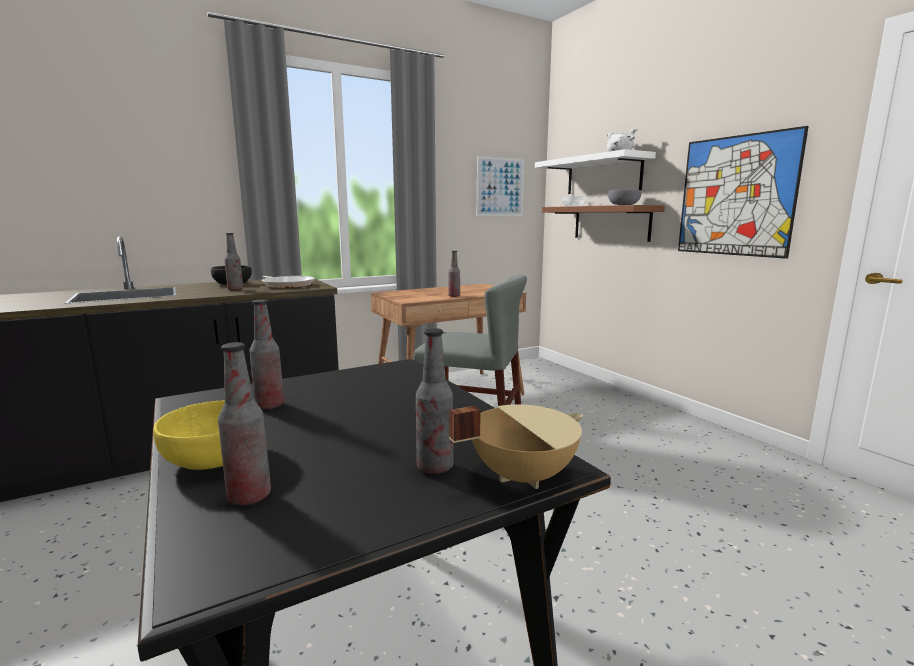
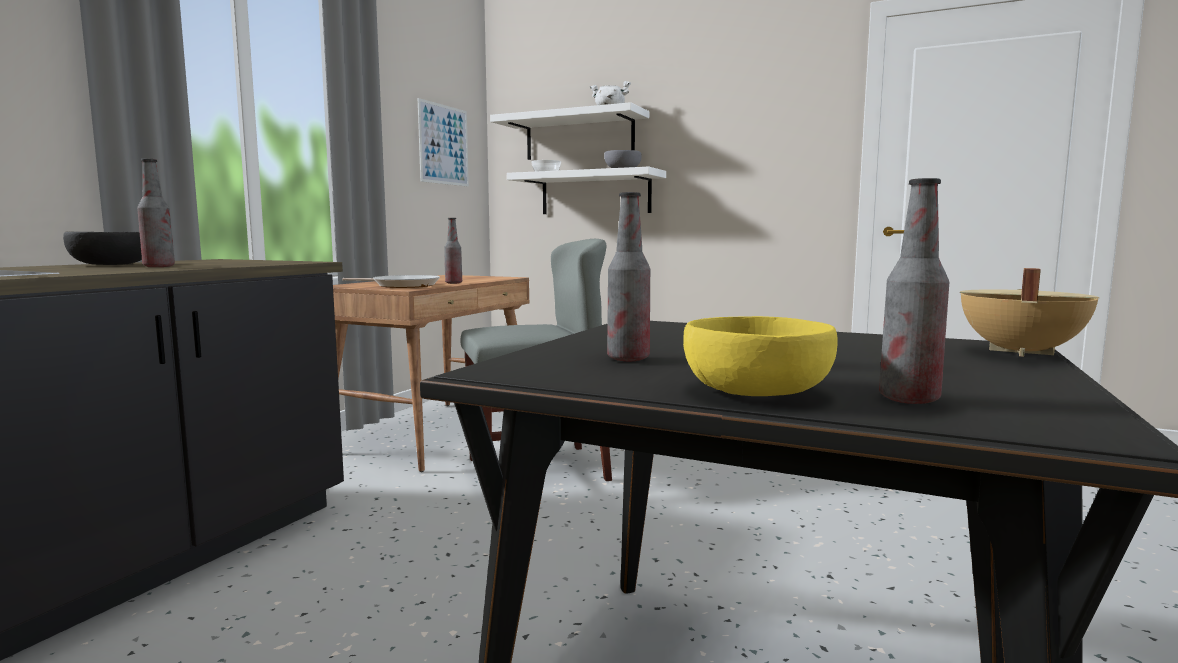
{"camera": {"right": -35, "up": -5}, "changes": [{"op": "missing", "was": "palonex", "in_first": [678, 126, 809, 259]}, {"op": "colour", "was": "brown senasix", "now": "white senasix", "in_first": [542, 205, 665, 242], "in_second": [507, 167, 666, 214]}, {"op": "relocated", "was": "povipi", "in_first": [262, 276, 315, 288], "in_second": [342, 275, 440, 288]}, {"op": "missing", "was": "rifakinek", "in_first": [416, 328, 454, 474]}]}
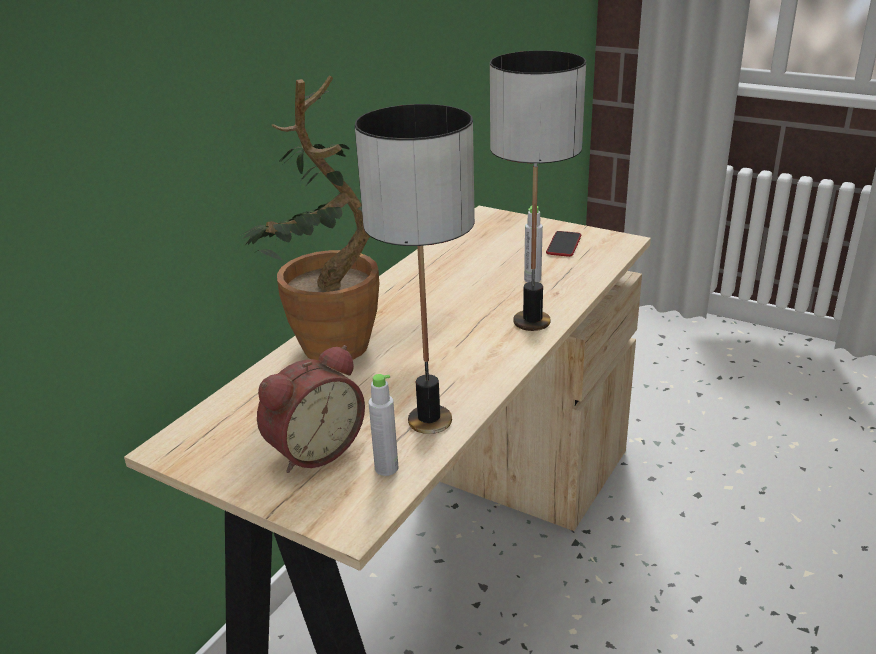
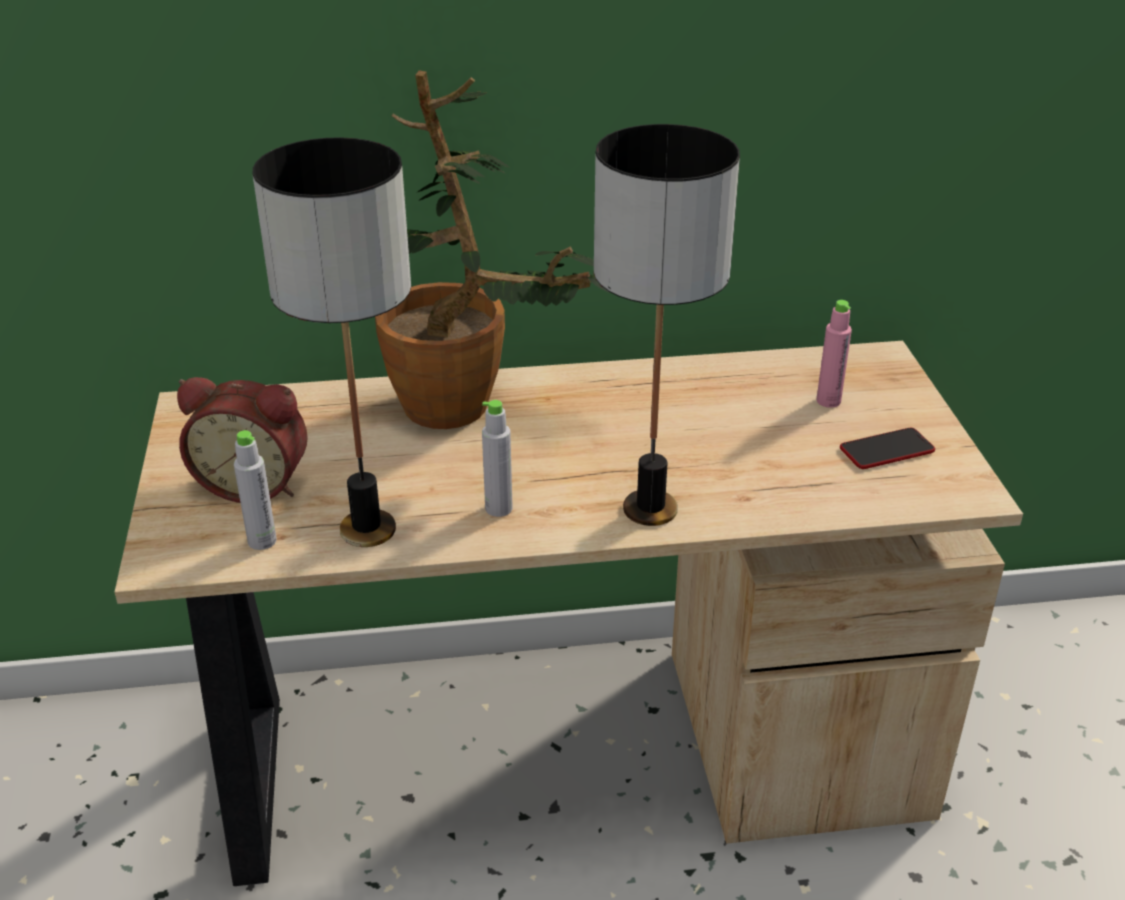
{"camera": {"right": 50, "up": 5}, "changes": [{"op": "relocated", "was": "grey rifakinek", "in_first": [524, 206, 543, 282], "in_second": [482, 400, 513, 517]}, {"op": "appeared", "now": "pink rifakinek", "in_second": [816, 300, 852, 408]}]}
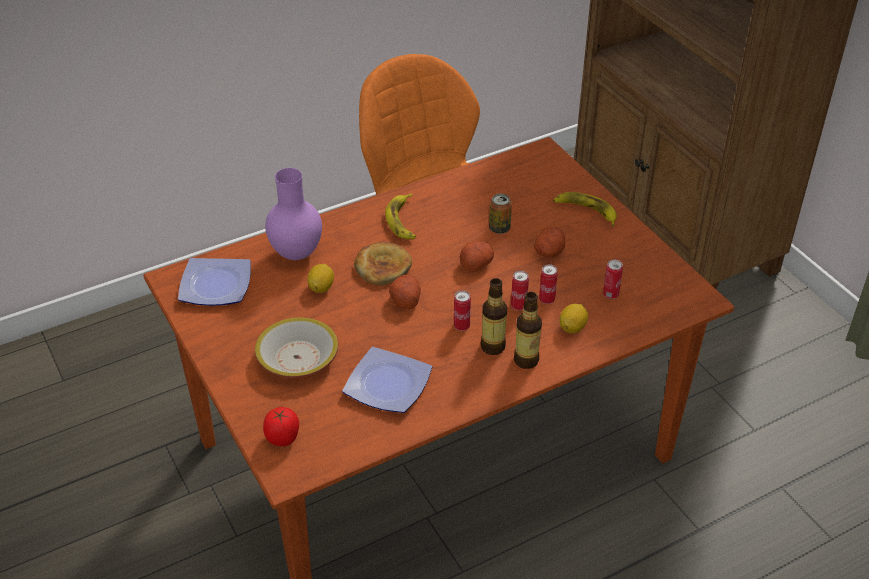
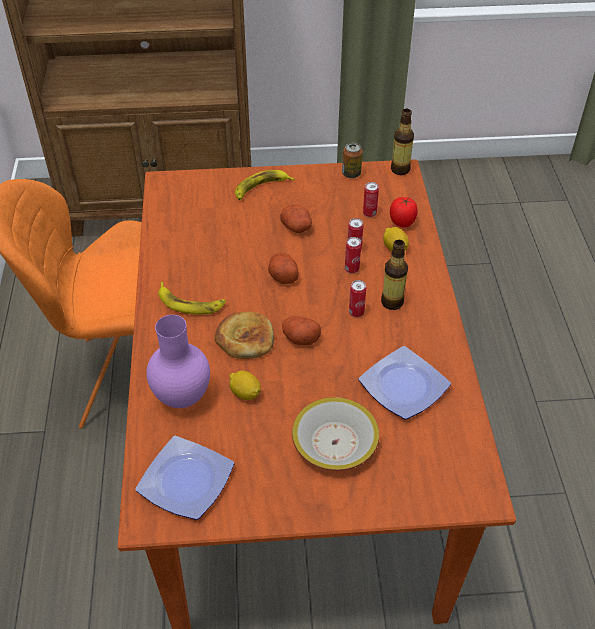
{"camera": {"right": -65, "up": 5}, "changes": [{"op": "relocated", "was": "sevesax", "in_first": [489, 194, 512, 234], "in_second": [342, 142, 363, 178]}, {"op": "relocated", "was": "rifakinek", "in_first": [514, 292, 542, 369], "in_second": [391, 109, 414, 175]}, {"op": "relocated", "was": "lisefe", "in_first": [263, 407, 299, 446], "in_second": [390, 197, 418, 228]}]}
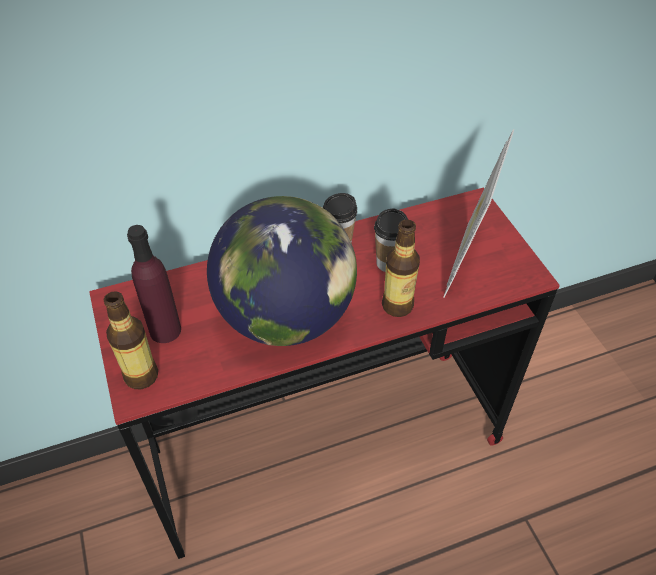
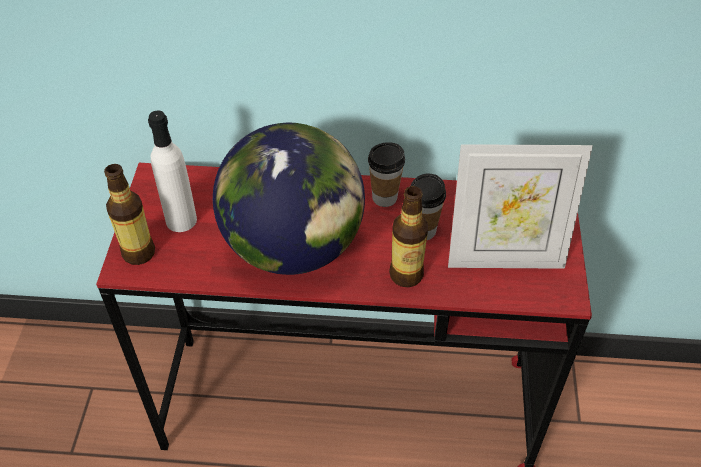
{"camera": {"right": 25, "up": 0}, "changes": [{"op": "spun", "was": "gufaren", "in_first": [443, 129, 514, 298], "in_second": [448, 144, 593, 269], "clockwise": -135}, {"op": "colour", "was": "purple rifakinek", "now": "white rifakinek", "in_first": [127, 225, 181, 343], "in_second": [148, 110, 197, 232]}]}
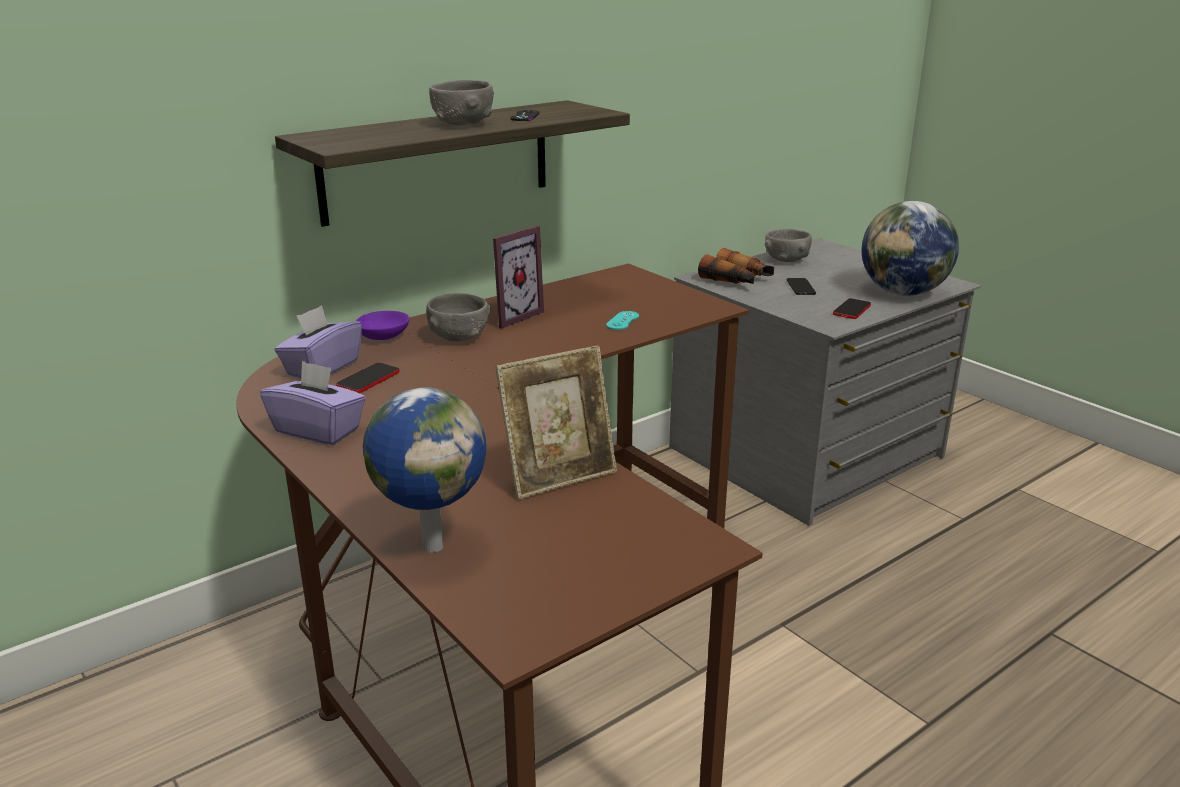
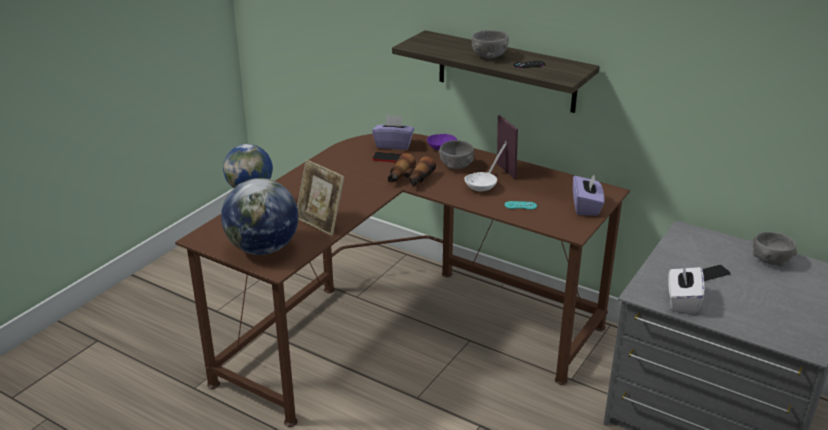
{"camera": {"right": 70, "up": 5}, "changes": [{"op": "relocated", "was": "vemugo", "in_first": [861, 201, 959, 296], "in_second": [221, 178, 298, 255]}, {"op": "spun", "was": "gufaren", "in_first": [493, 225, 544, 328], "in_second": [488, 115, 518, 179], "clockwise": -135}, {"op": "relocated", "was": "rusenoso", "in_first": [698, 248, 774, 284], "in_second": [388, 153, 436, 187]}, {"op": "exchanged", "was": "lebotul", "now": "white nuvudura", "in_first": [833, 298, 871, 319], "in_second": [668, 265, 705, 314]}, {"op": "relocated", "was": "purple nuvudura", "in_first": [260, 361, 366, 445], "in_second": [573, 174, 605, 216]}, {"op": "appeared", "now": "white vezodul", "in_second": [464, 172, 497, 191]}]}
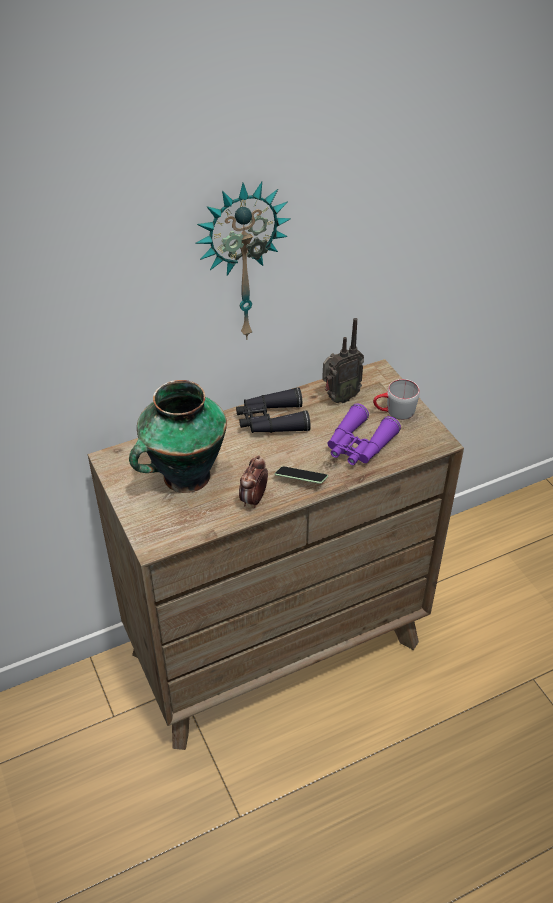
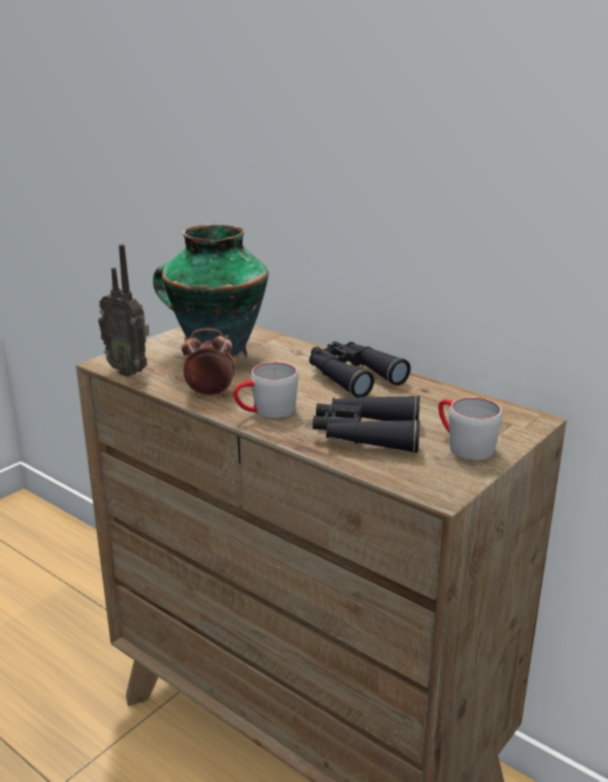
{"camera": {"right": 65, "up": -20}, "changes": [{"op": "missing", "was": "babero", "in_first": [195, 182, 291, 340]}, {"op": "relocated", "was": "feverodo", "in_first": [322, 318, 364, 403], "in_second": [98, 244, 149, 377]}, {"op": "colour", "was": "purple rusenoso", "now": "black rusenoso", "in_first": [327, 403, 401, 465], "in_second": [313, 395, 420, 453]}, {"op": "exchanged", "was": "lebotul", "now": "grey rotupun", "in_first": [274, 466, 328, 484], "in_second": [233, 362, 298, 419]}]}
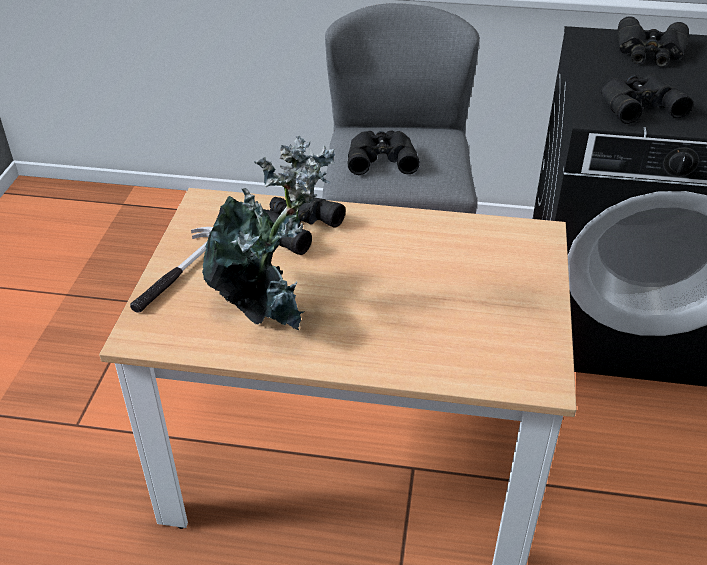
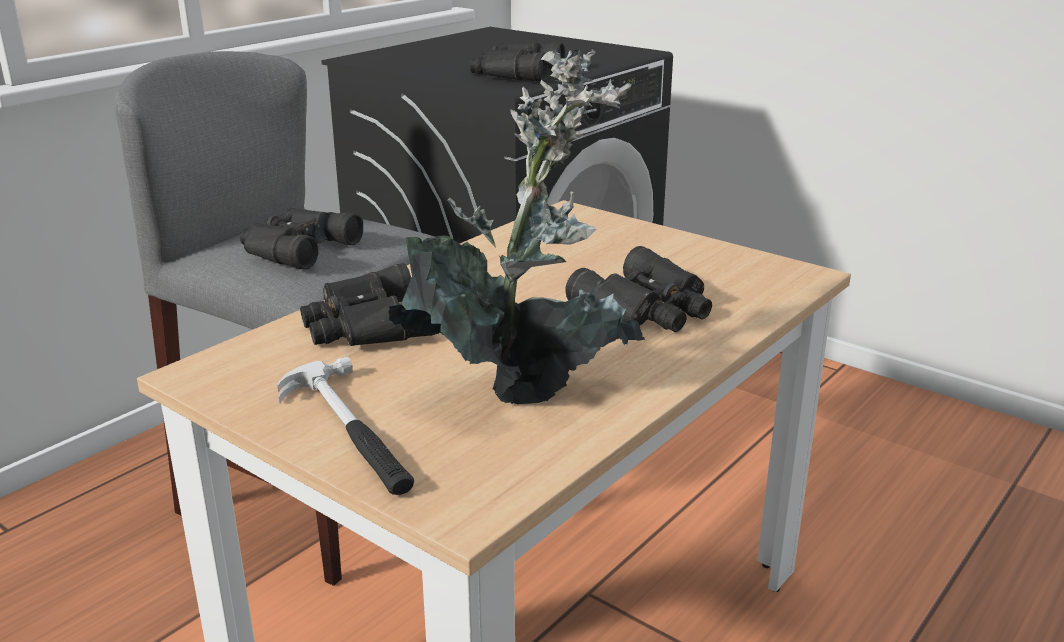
{"camera": {"right": -60, "up": -15}, "changes": [{"op": "relocated", "was": "black rusenoso", "in_first": [618, 16, 689, 67], "in_second": [566, 246, 712, 332]}]}
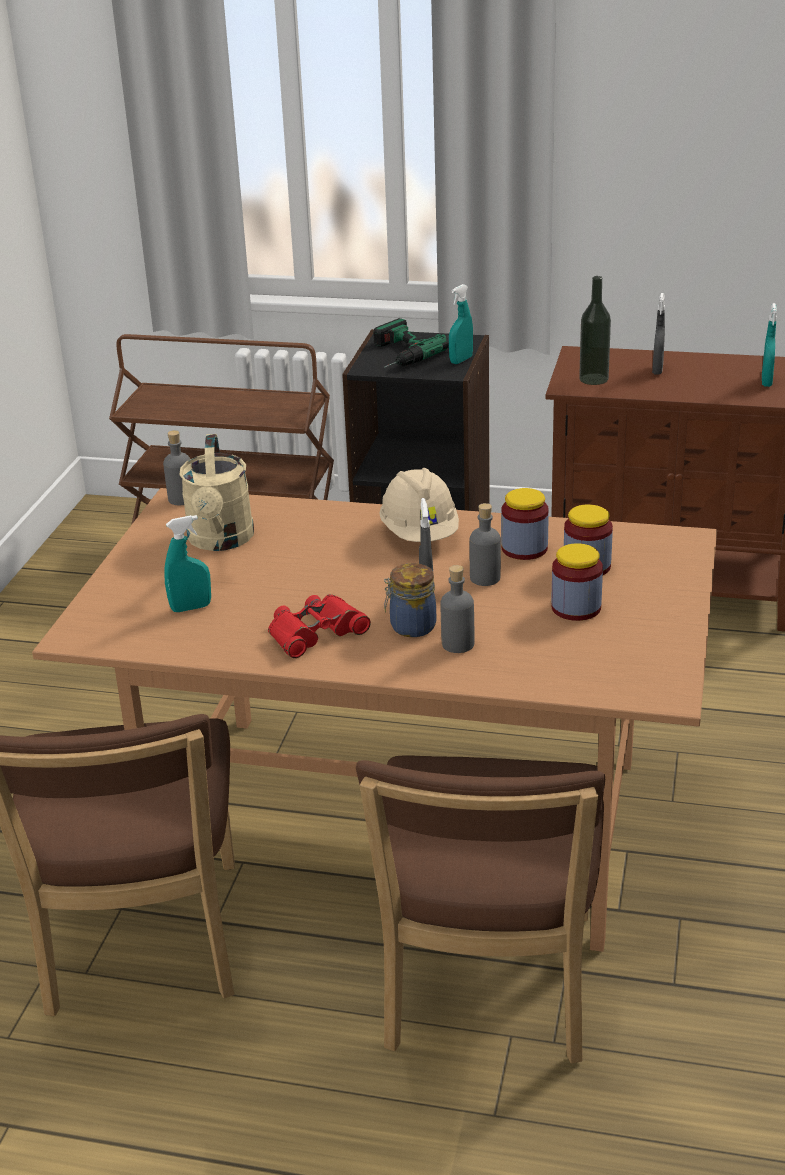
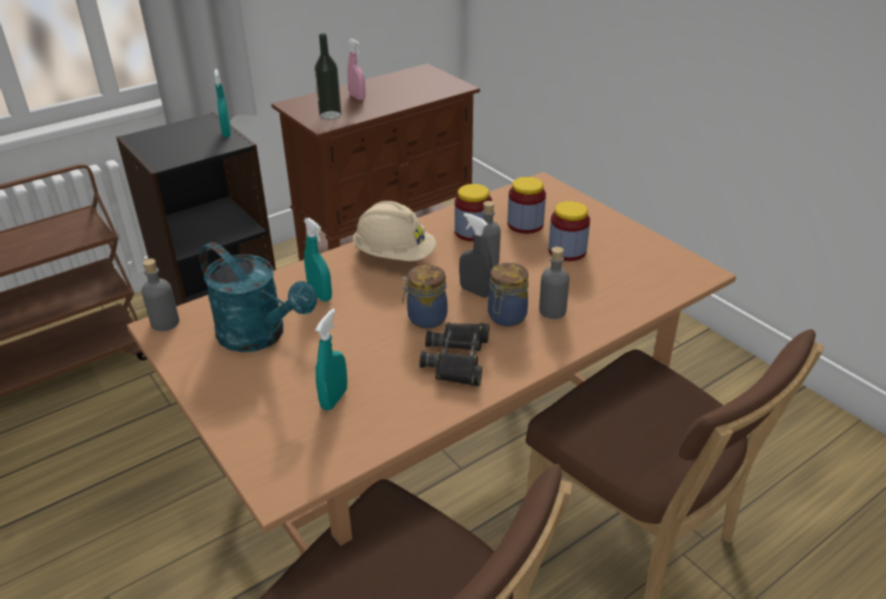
{"camera": {"right": -50, "up": 5}, "changes": [{"op": "colour", "was": "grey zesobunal", "now": "pink zesobunal", "in_first": [652, 293, 665, 375], "in_second": [347, 39, 366, 100]}, {"op": "relocated", "was": "turquoise zesobunal", "in_first": [762, 303, 777, 387], "in_second": [304, 218, 332, 302]}, {"op": "missing", "was": "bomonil", "in_first": [373, 318, 449, 368]}, {"op": "colour", "was": "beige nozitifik", "now": "turquoise nozitifik", "in_first": [179, 434, 254, 551], "in_second": [199, 242, 317, 352]}, {"op": "colour", "was": "red rusenoso", "now": "black rusenoso", "in_first": [268, 594, 371, 658], "in_second": [420, 322, 489, 386]}, {"op": "appeared", "now": "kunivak", "in_second": [402, 265, 447, 329]}]}
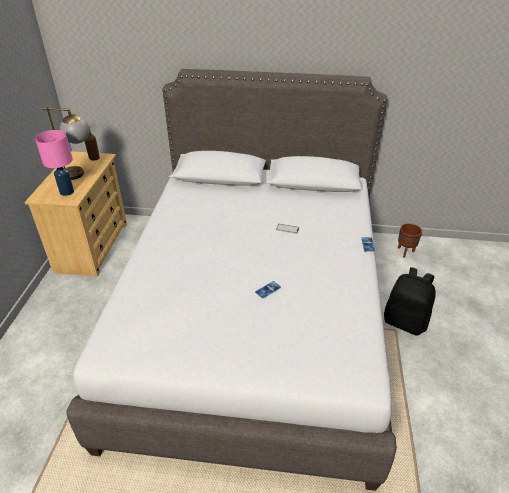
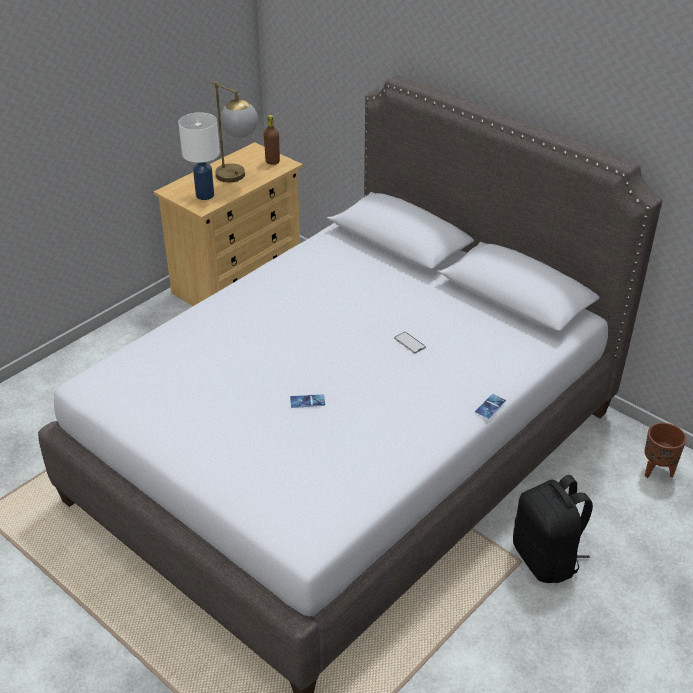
{"camera": {"right": 35, "up": 0}, "changes": [{"op": "colour", "was": "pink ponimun", "now": "white ponimun", "in_first": [35, 130, 74, 196], "in_second": [178, 112, 220, 200]}]}
